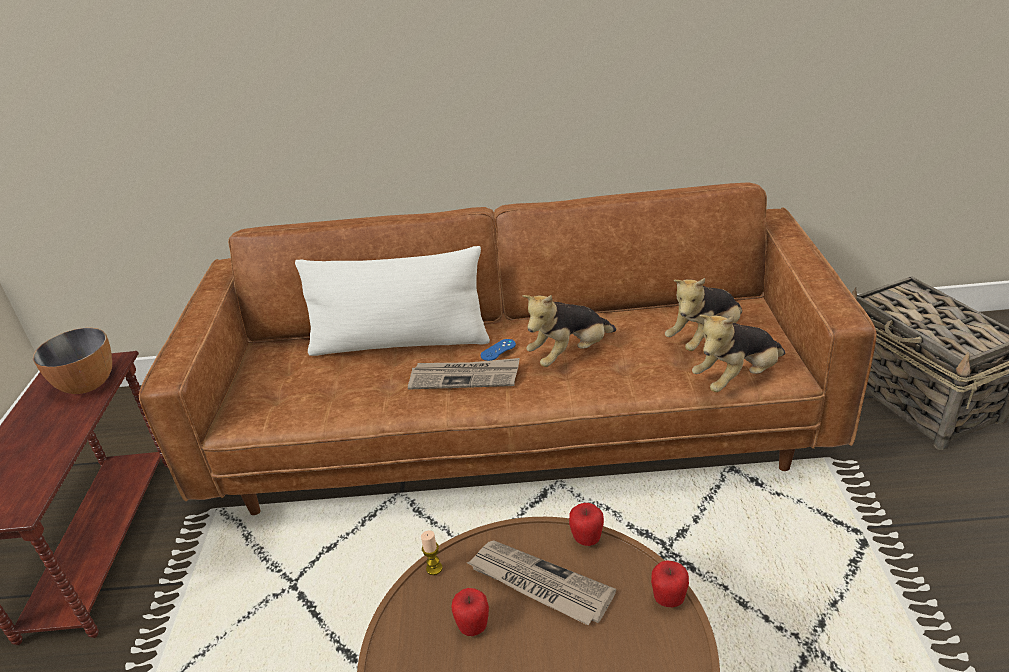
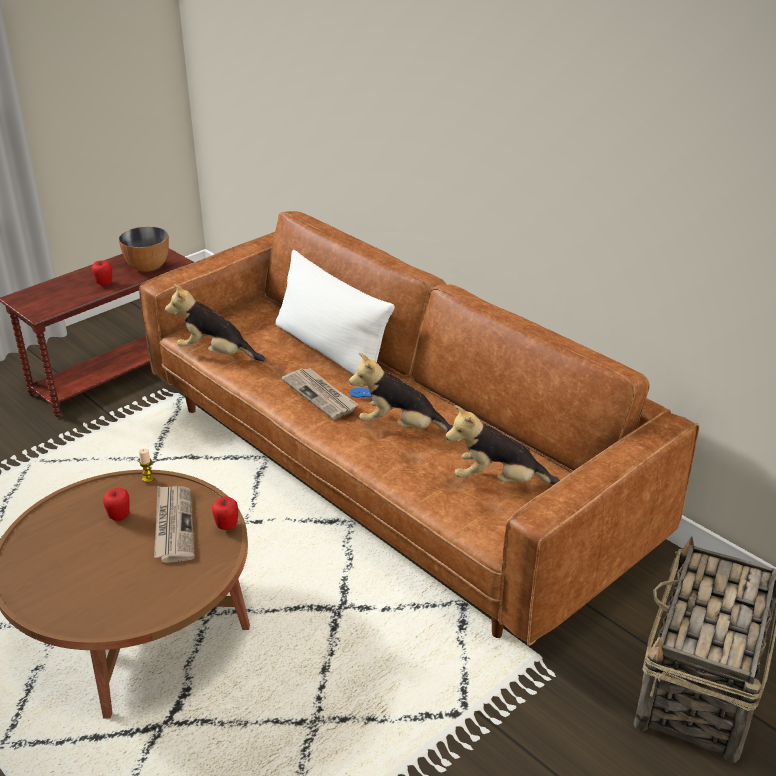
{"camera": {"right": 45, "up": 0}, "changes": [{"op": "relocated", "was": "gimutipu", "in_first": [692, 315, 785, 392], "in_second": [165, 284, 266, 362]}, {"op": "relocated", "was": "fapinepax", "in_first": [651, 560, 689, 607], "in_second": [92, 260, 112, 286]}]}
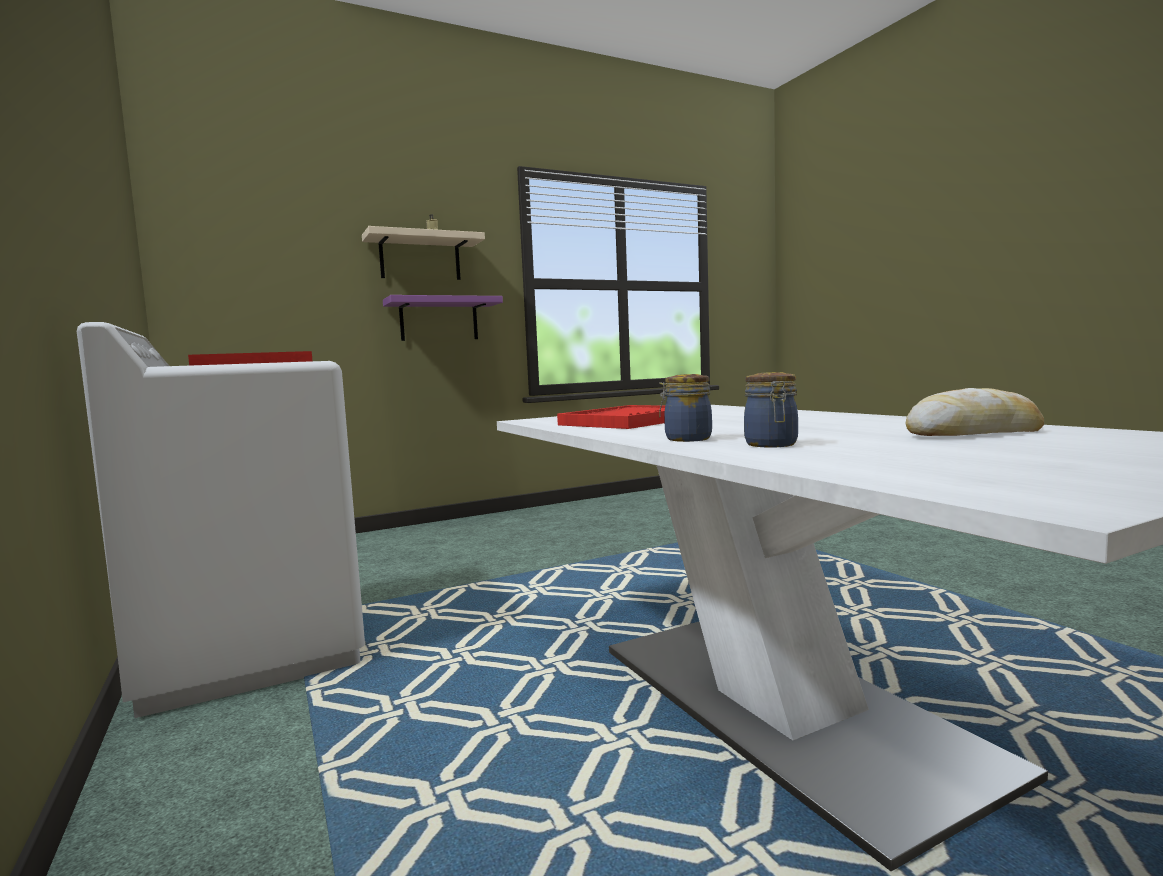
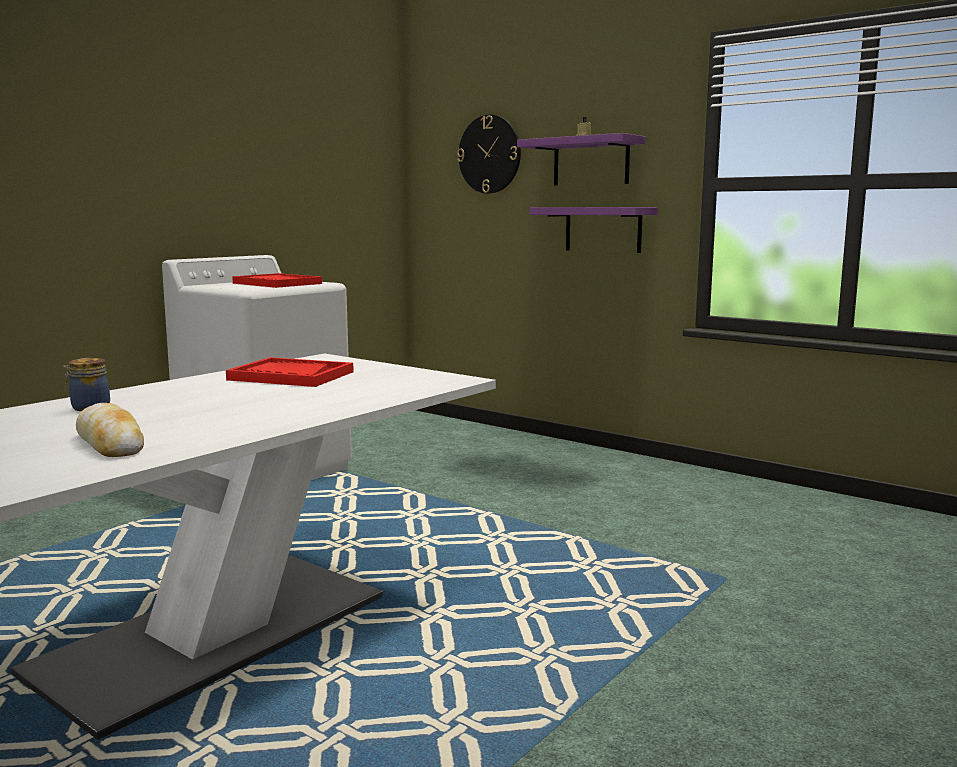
{"camera": {"right": 65, "up": 5}, "changes": [{"op": "colour", "was": "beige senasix", "now": "purple senasix", "in_first": [362, 226, 485, 280], "in_second": [517, 133, 646, 186]}, {"op": "missing", "was": "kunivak", "in_first": [659, 374, 712, 442]}, {"op": "appeared", "now": "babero", "in_second": [457, 115, 521, 194]}]}
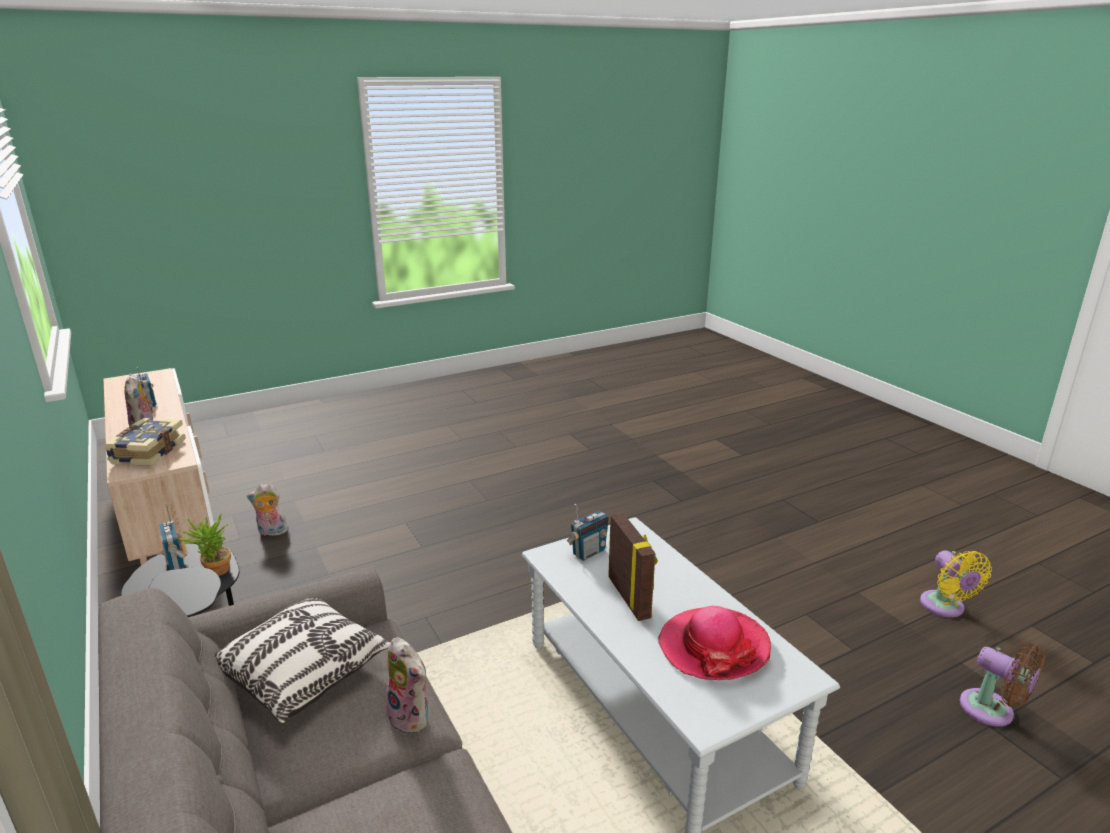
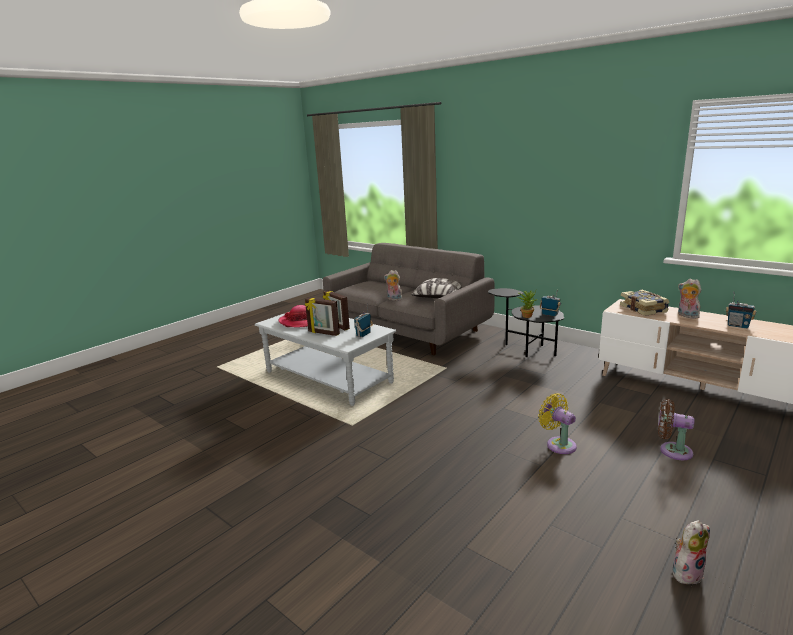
{"camera": {"right": 160, "up": -5}, "changes": [{"op": "relocated", "was": "gimutipu", "in_first": [247, 483, 288, 536], "in_second": [672, 520, 710, 584]}, {"op": "relocated", "was": "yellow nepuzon", "in_first": [920, 550, 992, 617], "in_second": [538, 393, 577, 454]}, {"op": "relocated", "was": "brown nepuzon", "in_first": [960, 644, 1045, 727], "in_second": [658, 399, 694, 460]}, {"op": "appeared", "now": "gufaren", "in_second": [305, 298, 340, 336]}]}
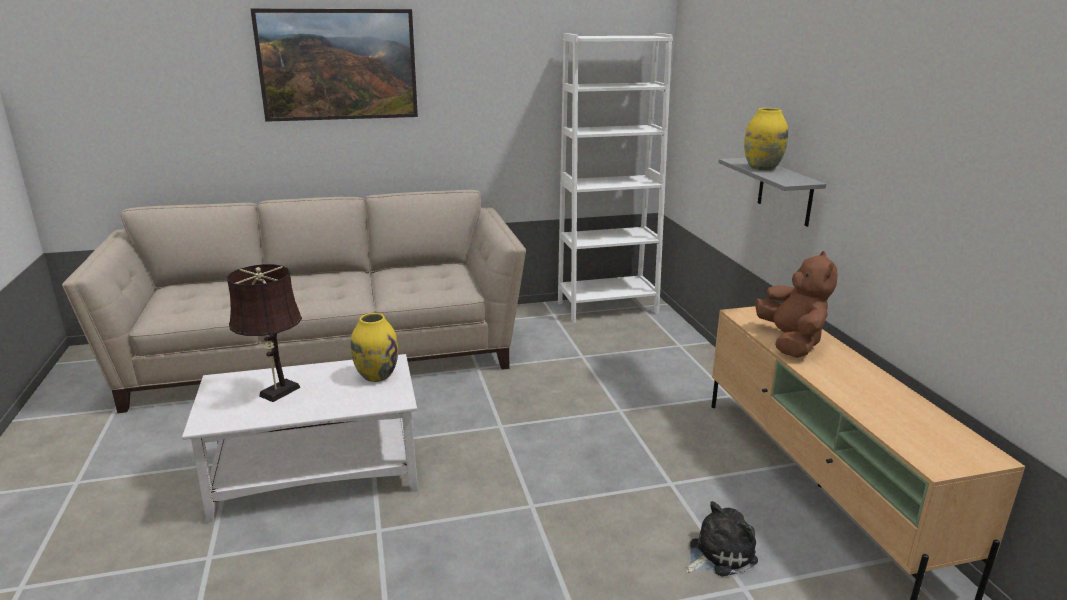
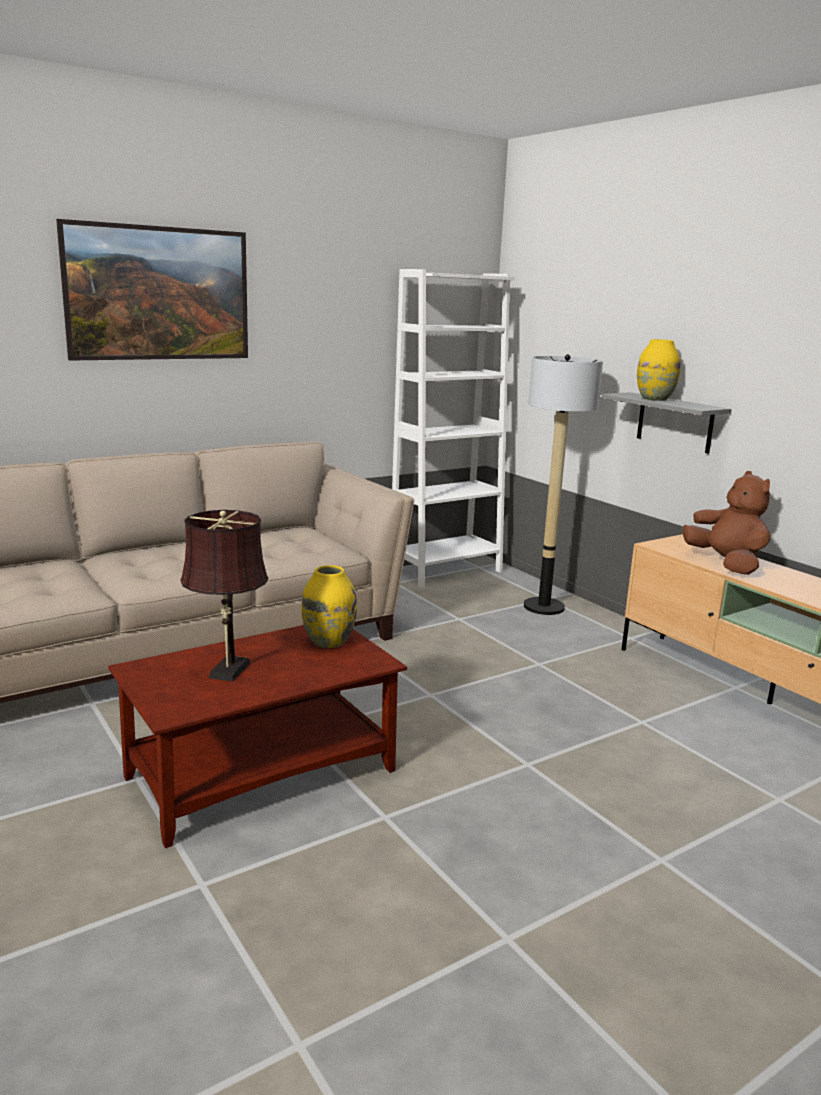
{"camera": {"right": -20, "up": -5}, "changes": [{"op": "colour", "was": "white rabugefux", "now": "brown rabugefux", "in_first": [182, 354, 418, 523], "in_second": [108, 625, 407, 848]}, {"op": "missing", "was": "gimutipu", "in_first": [685, 501, 758, 576]}, {"op": "appeared", "now": "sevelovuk", "in_second": [524, 354, 603, 615]}]}
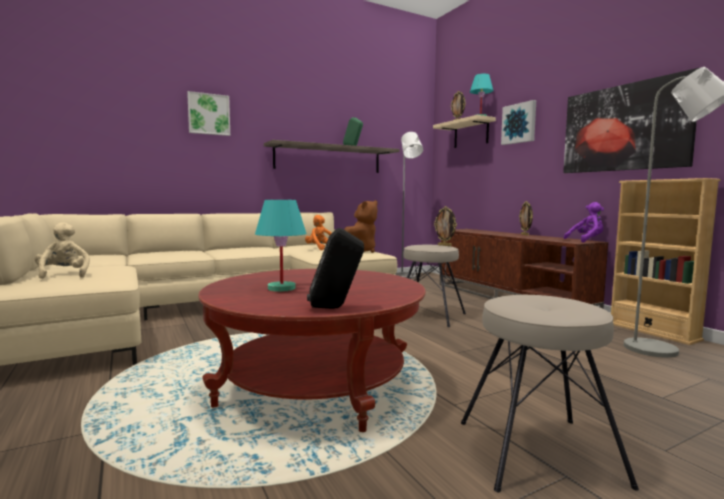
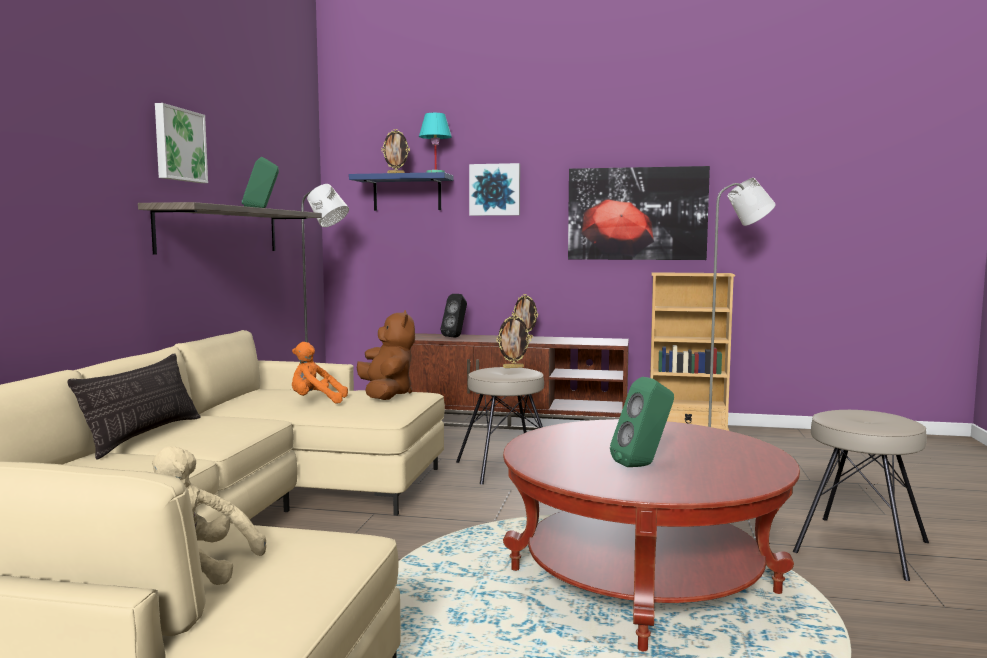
{"camera": {"right": -50, "up": 0}, "changes": [{"op": "relocated", "was": "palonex", "in_first": [187, 91, 230, 136], "in_second": [155, 103, 208, 183]}, {"op": "colour", "was": "beige senasix", "now": "blue senasix", "in_first": [433, 115, 496, 148], "in_second": [349, 172, 453, 211]}, {"op": "exchanged", "was": "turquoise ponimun", "now": "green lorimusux", "in_first": [255, 200, 307, 292], "in_second": [610, 377, 674, 467]}, {"op": "missing", "was": "purple gimutipu", "in_first": [564, 202, 604, 243]}, {"op": "relocated", "was": "black lorimusux", "in_first": [307, 228, 364, 309], "in_second": [441, 294, 467, 338]}, {"op": "appeared", "now": "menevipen", "in_second": [68, 353, 201, 460]}]}
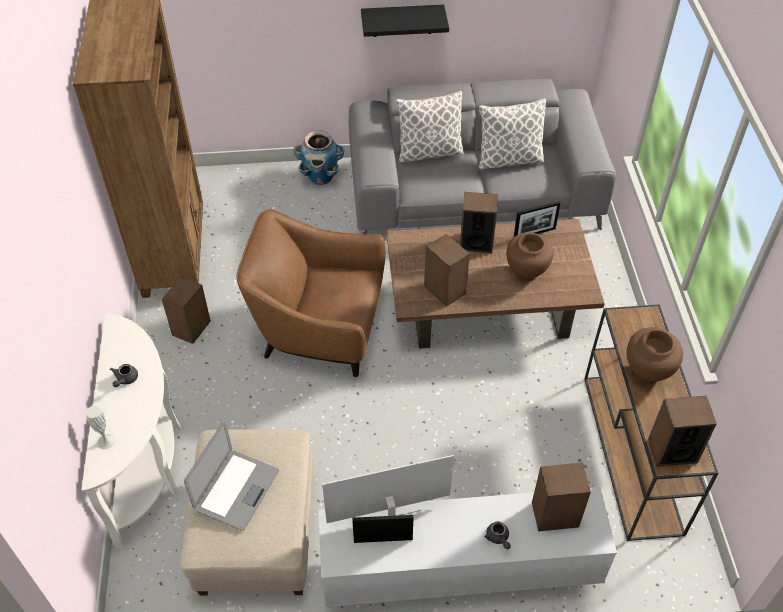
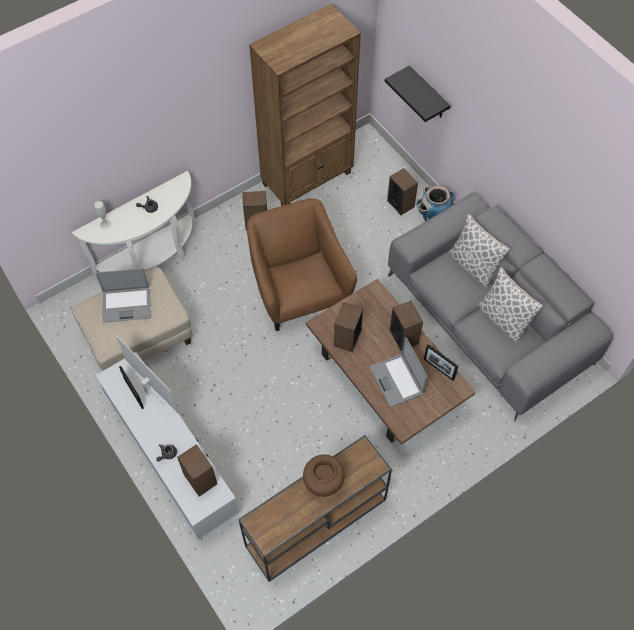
{"camera": {"right": 60, "up": 10}, "changes": [{"op": "relocated", "was": "black senasix", "in_first": [361, 4, 449, 37], "in_second": [385, 65, 451, 122]}, {"op": "exchanged", "was": "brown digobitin", "now": "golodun", "in_first": [506, 233, 554, 281], "in_second": [370, 337, 428, 407]}, {"op": "relocated", "was": "lorimusux", "in_first": [648, 396, 717, 467], "in_second": [387, 168, 418, 215]}]}
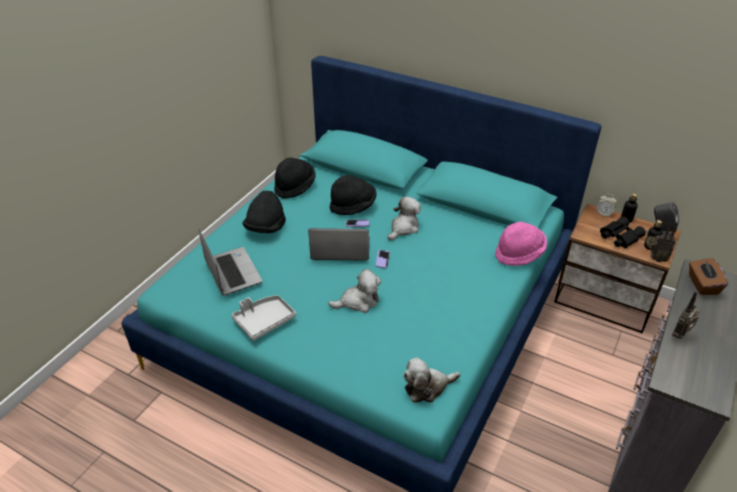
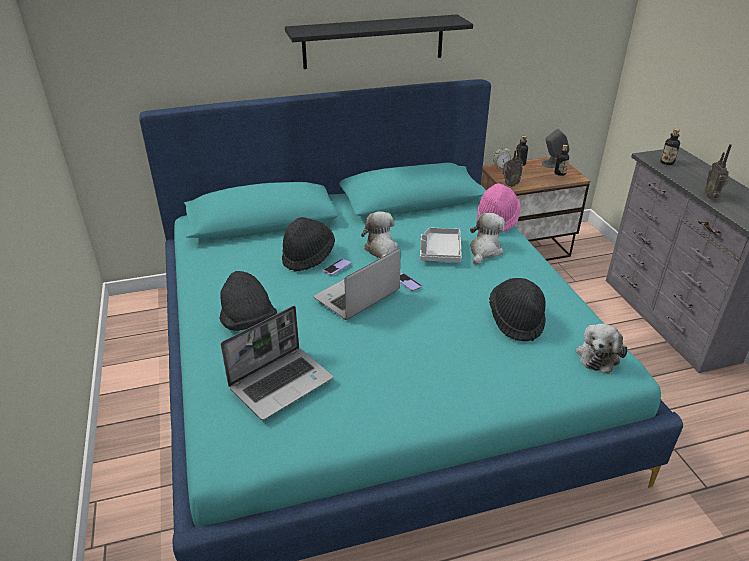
{"camera": {"right": -45, "up": -5}, "changes": [{"op": "relocated", "was": "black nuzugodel", "in_first": [274, 157, 316, 199], "in_second": [489, 278, 546, 341]}, {"op": "missing", "was": "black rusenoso", "in_first": [600, 216, 646, 248]}, {"op": "relocated", "was": "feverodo", "in_first": [650, 222, 678, 262], "in_second": [503, 141, 523, 187]}, {"op": "spun", "was": "golodun", "in_first": [199, 229, 263, 296], "in_second": [221, 306, 333, 420], "clockwise": 120}, {"op": "exchanged", "was": "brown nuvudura", "now": "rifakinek", "in_first": [689, 258, 728, 295], "in_second": [660, 129, 680, 165]}, {"op": "relocated", "was": "gimutipu", "in_first": [328, 269, 382, 313], "in_second": [470, 213, 505, 265]}, {"op": "relocated", "was": "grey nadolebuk", "in_first": [231, 295, 296, 341], "in_second": [420, 227, 462, 262]}, {"op": "appeared", "now": "black senasix", "in_second": [285, 14, 473, 69]}]}
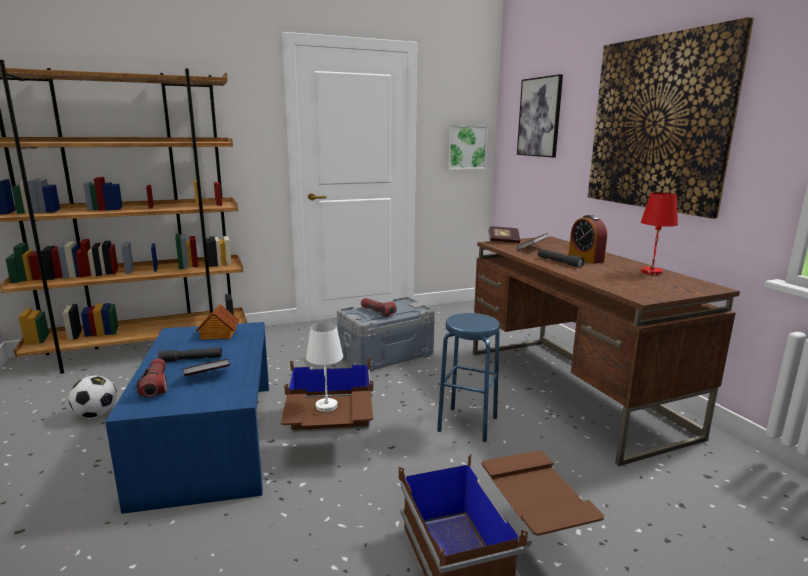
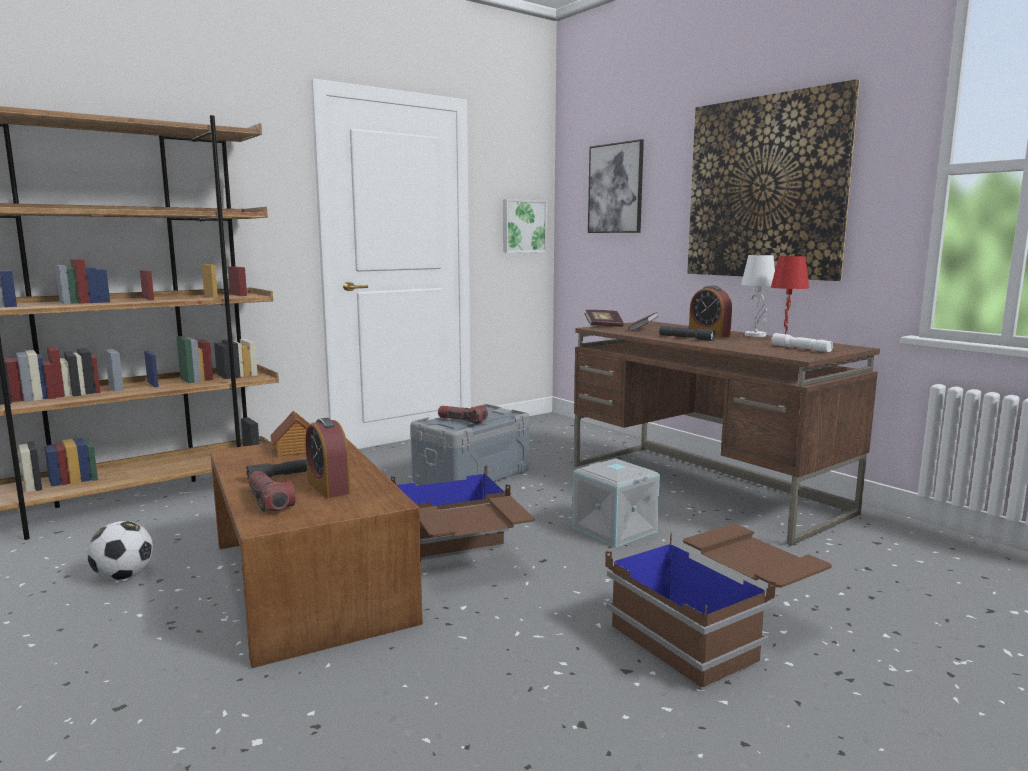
{"camera": {"right": -15, "up": -5}, "changes": [{"op": "exchanged", "was": "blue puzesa", "now": "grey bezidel", "in_first": [437, 313, 500, 442], "in_second": [572, 459, 660, 547]}, {"op": "colour", "was": "blue rabugefux", "now": "brown rabugefux", "in_first": [105, 322, 269, 514], "in_second": [210, 438, 423, 668]}, {"op": "relocated", "was": "white ponimun", "in_first": [306, 323, 343, 412], "in_second": [741, 255, 775, 337]}, {"op": "exchanged", "was": "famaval", "now": "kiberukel", "in_first": [183, 359, 230, 376], "in_second": [305, 418, 351, 498]}, {"op": "appeared", "now": "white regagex", "in_second": [771, 333, 833, 352]}]}
